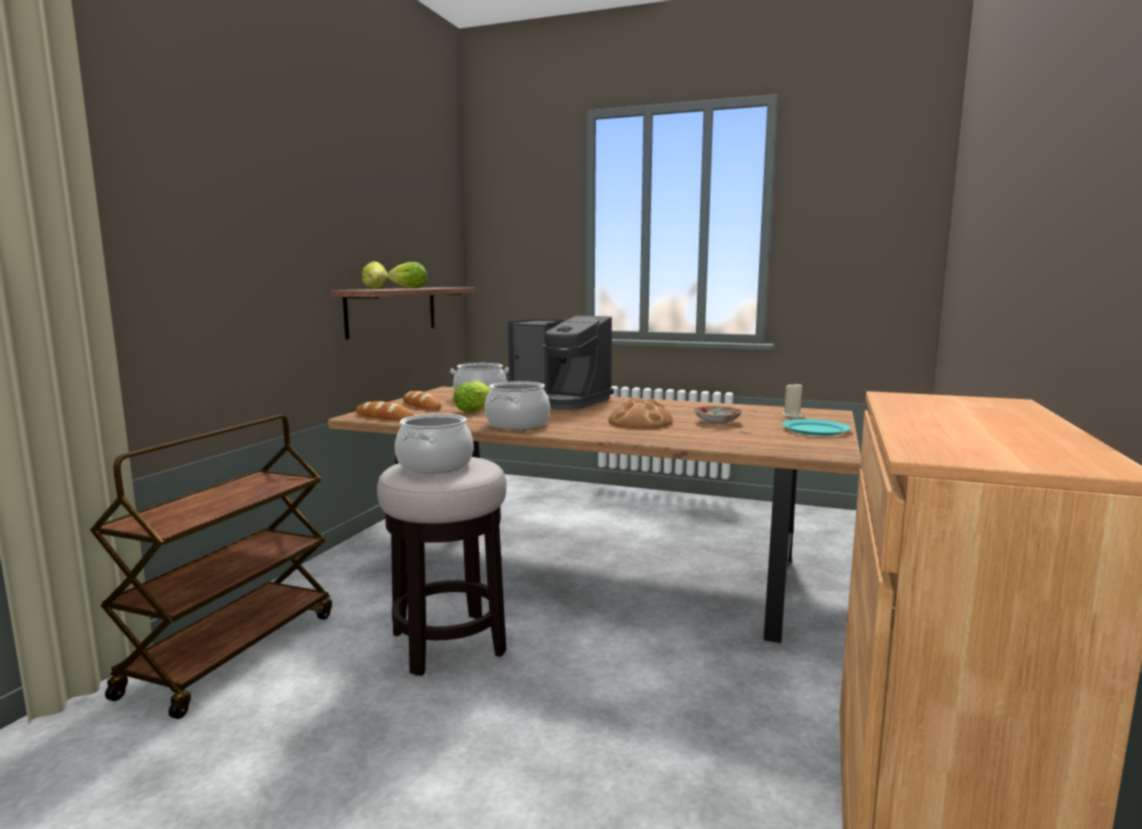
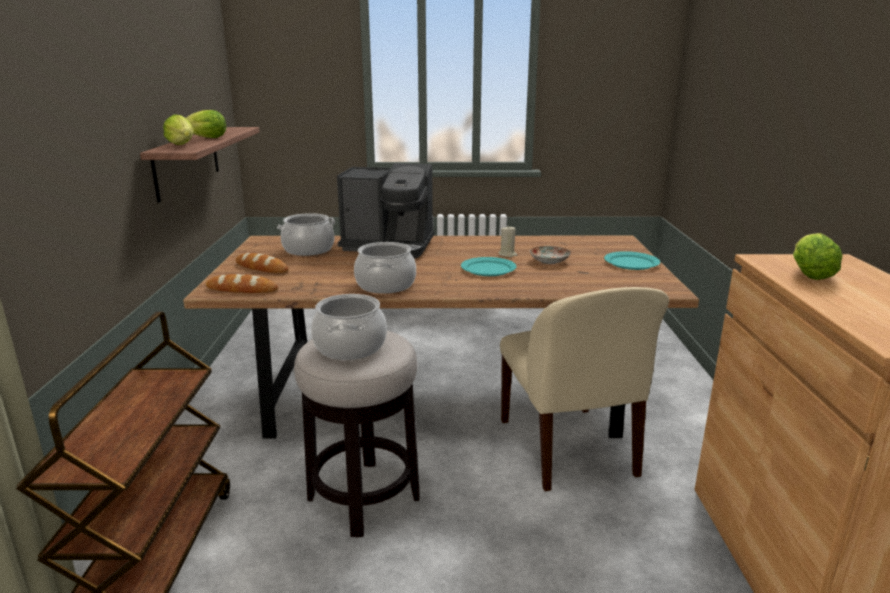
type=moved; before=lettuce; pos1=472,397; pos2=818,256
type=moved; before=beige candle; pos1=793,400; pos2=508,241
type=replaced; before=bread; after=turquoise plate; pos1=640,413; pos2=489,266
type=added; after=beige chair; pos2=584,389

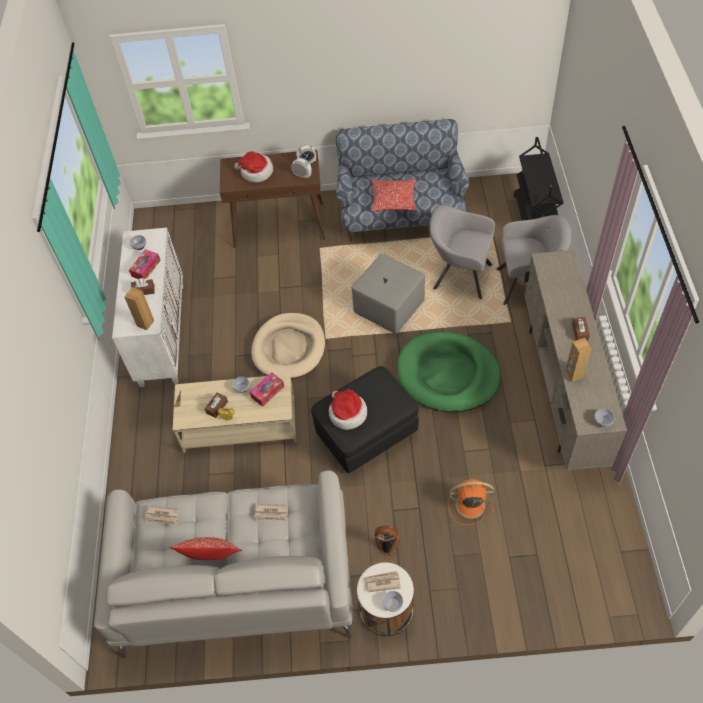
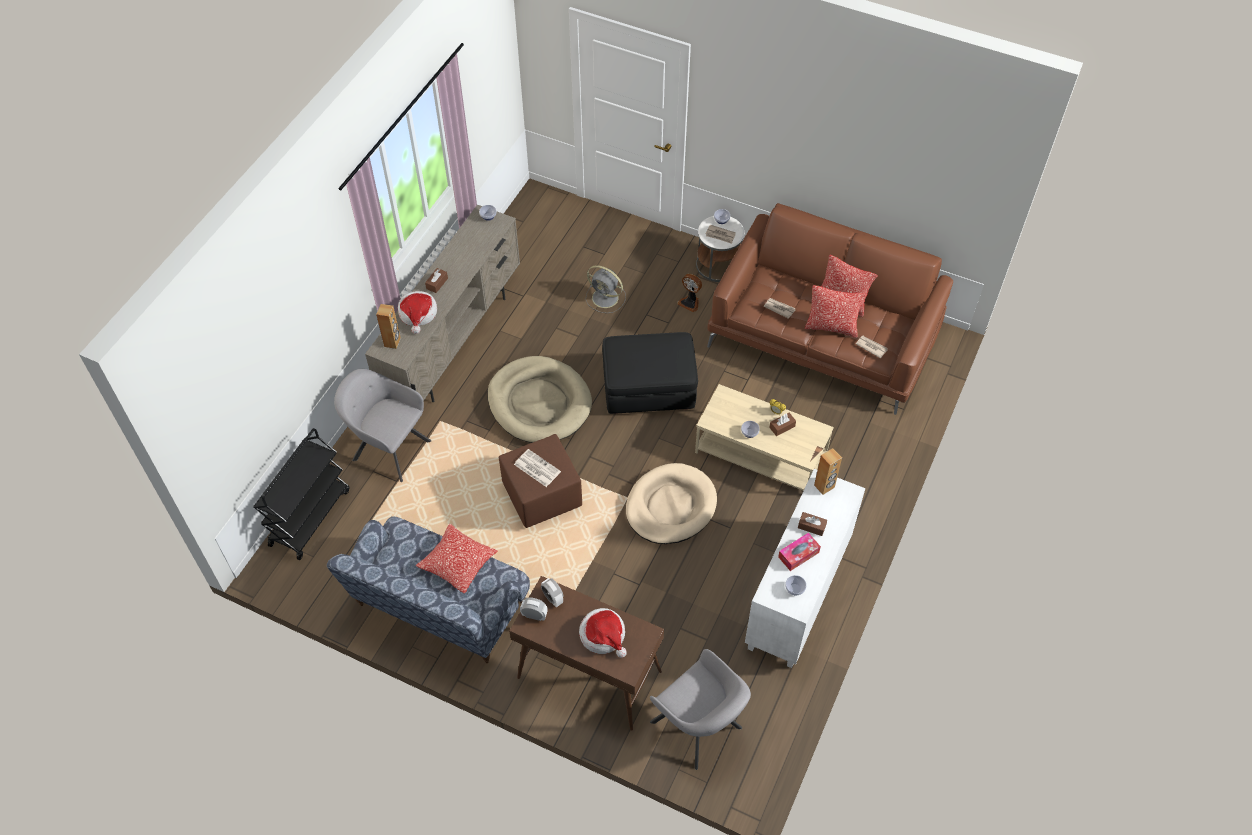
type=moved; before=grey armchair; pos1=462,252; pos2=700,709
type=recoloured; before=grey ottoman; after=brown ottoman; pos1=388,294; pos2=540,481
type=recoloured; before=green dog bed; after=beige dog bed; pos1=449,371; pos2=540,399
type=moved; before=brown speaker; pos1=578,360; pos2=388,326
type=removed; before=tissue box; pos1=267,389
type=moved; before=hat; pos1=348,410; pos2=417,312
type=recoloured; before=grey sofa; after=brown sofa; pos1=223,564; pos2=830,309
type=recoloured; before=orange fan; after=grey fan; pos1=471,502; pos2=606,289
type=added; after=pillow; pos2=835,311
type=added; after=newspaper; pos2=537,468

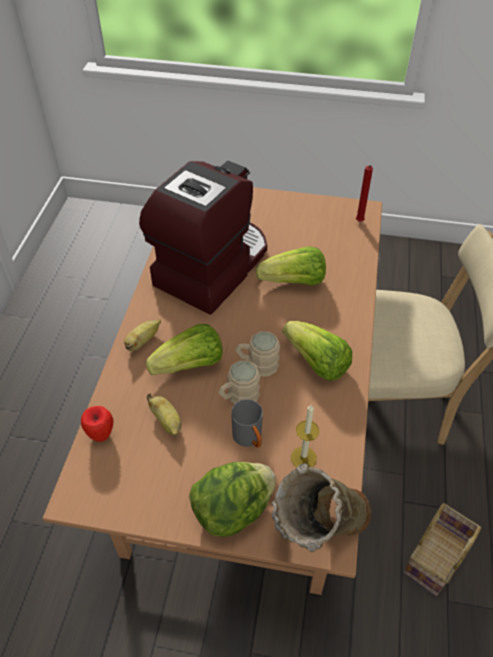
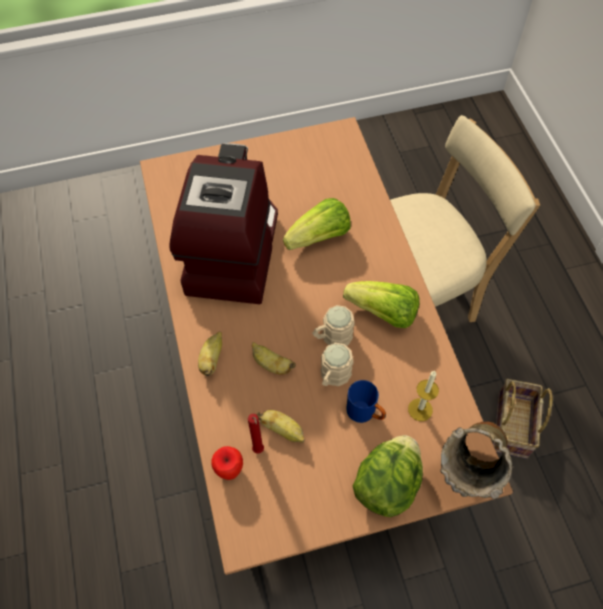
type=moved; before=red candle; pos1=364,193; pos2=256,434
type=replaced; before=lettuce; after=banana; pos1=184,349; pos2=274,358
type=recoloured; before=grey mug; after=blue mug; pos1=247,423; pos2=366,401

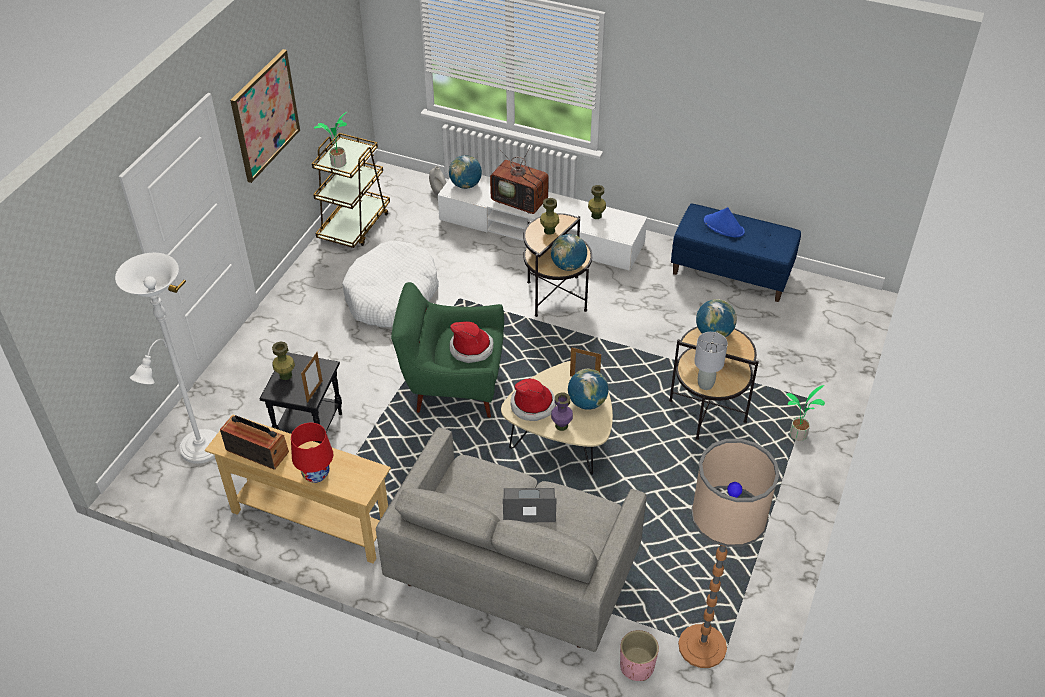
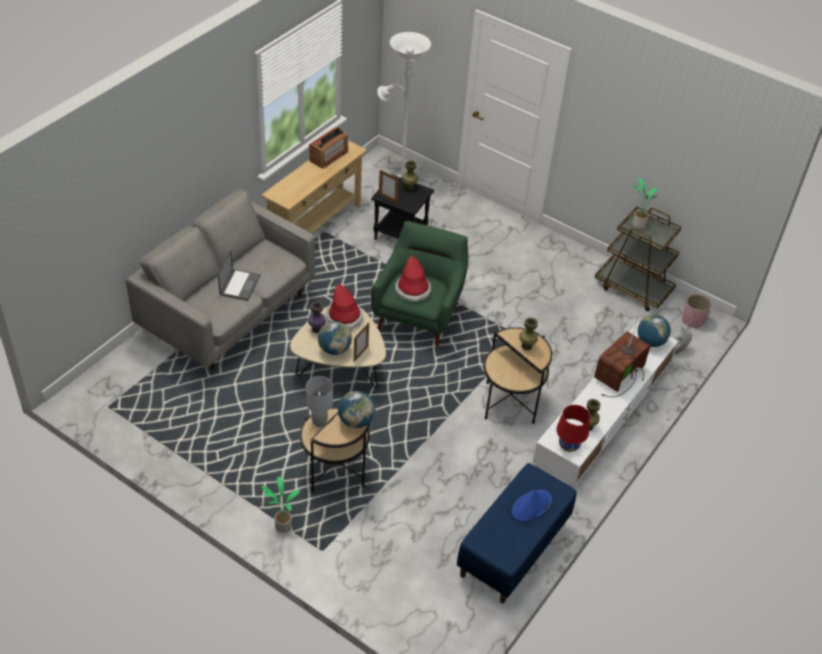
type=removed; before=picture; pos1=265,116
type=removed; before=globe; pos1=569,252
type=removed; before=white dog bed; pos1=390,283
type=moved; before=red table lamp; pos1=312,453; pos2=573,428
type=removed; before=floor lamp; pos1=729,553
type=moved; before=pink planter; pos1=639,655; pos2=697,311

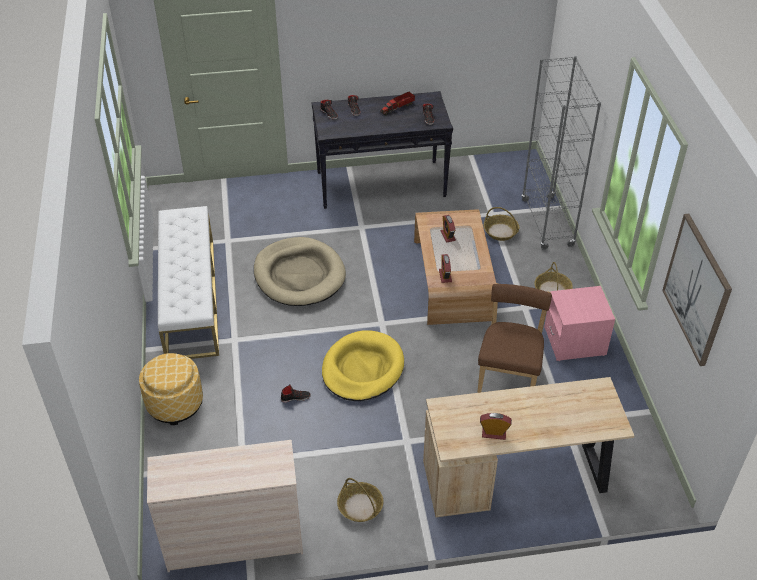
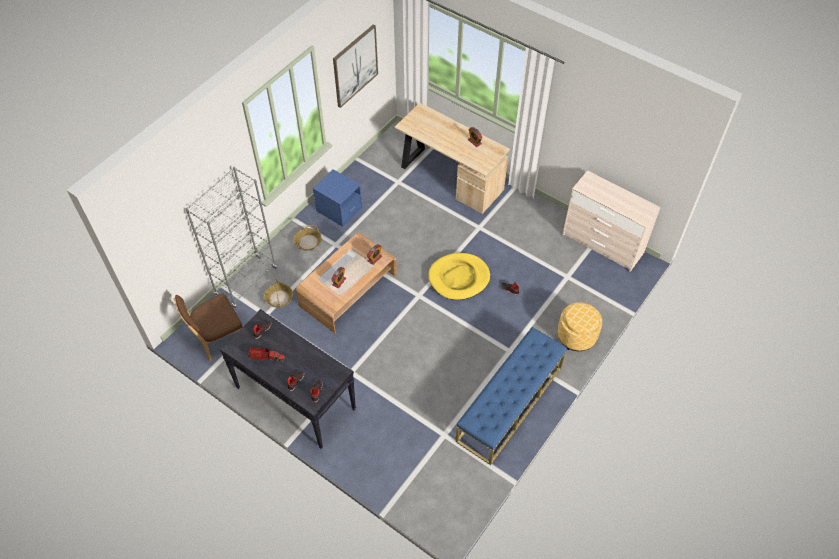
type=recoloured; before=white bench; after=blue bench; pos1=188,282; pos2=511,396
type=removed; before=beige dog bed; pos1=300,271
type=moved; before=brown chair; pos1=514,338; pos2=208,327
type=recoloured; before=pink nightstand; after=blue nightstand; pos1=579,323; pos2=337,198
type=removed; before=basket; pos1=360,500

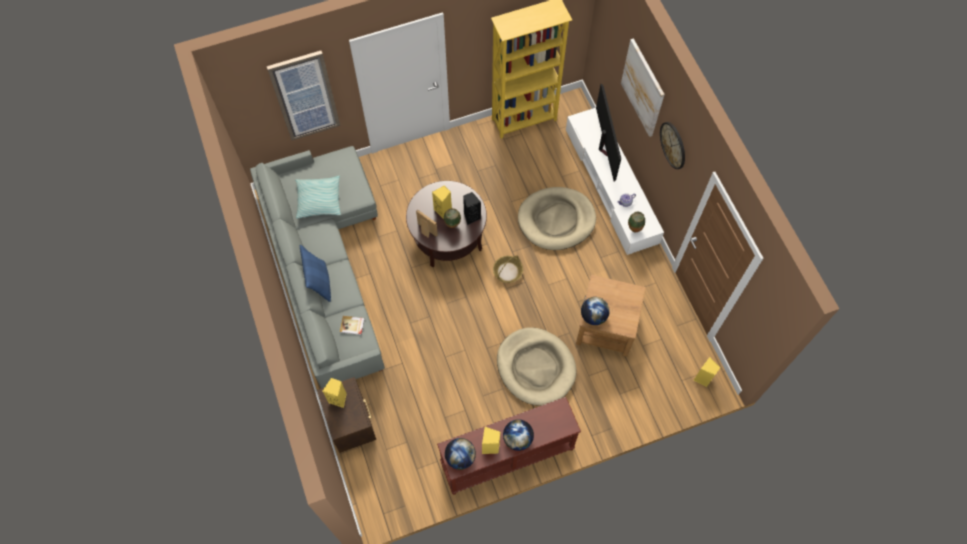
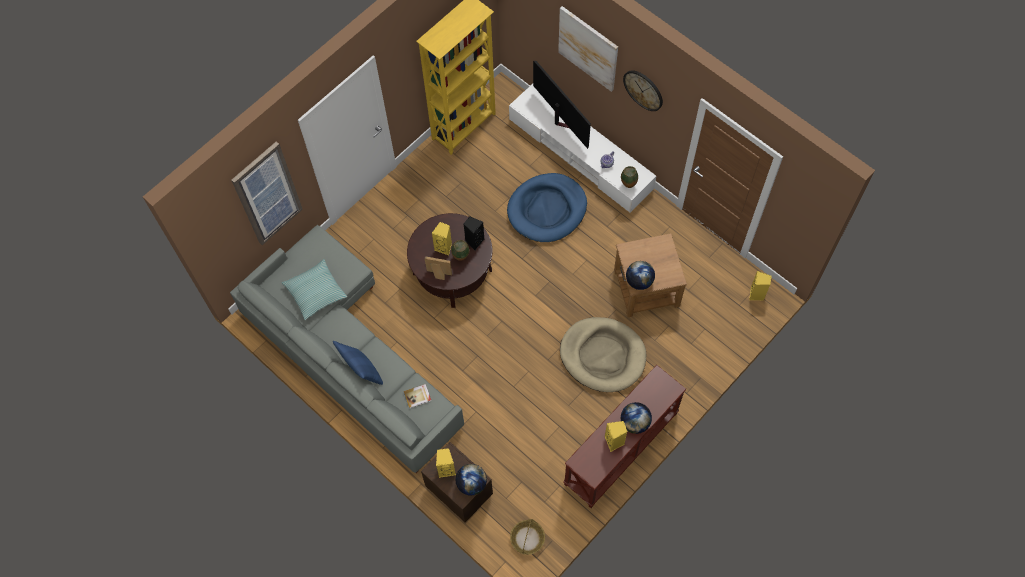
type=recoloured; before=beige dog bed; after=blue dog bed; pos1=557,218; pos2=547,207
type=moved; before=basket; pos1=508,269; pos2=527,537
type=moved; before=globe; pos1=460,454; pos2=471,480

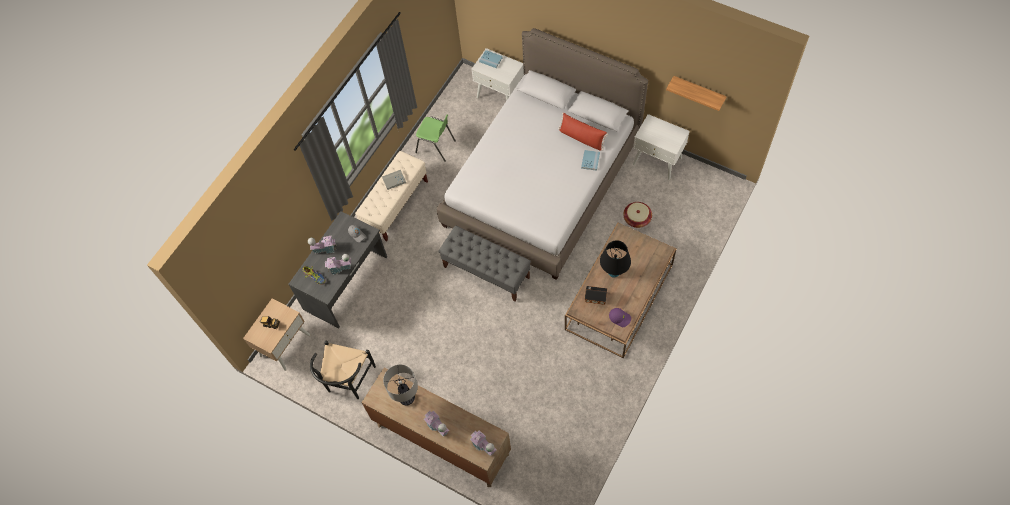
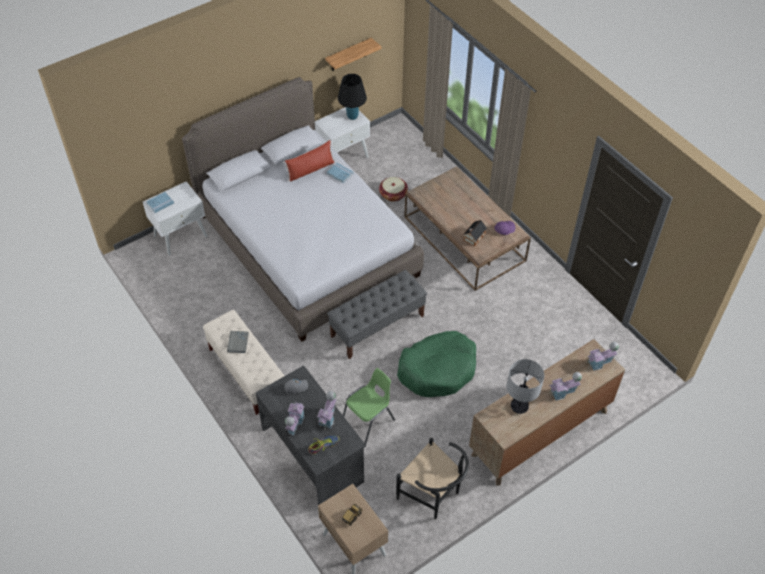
type=moved; before=green chair; pos1=435,138; pos2=369,406
type=moved; before=black table lamp; pos1=615,259; pos2=352,97
type=added; after=green dog bed; pos2=436,364

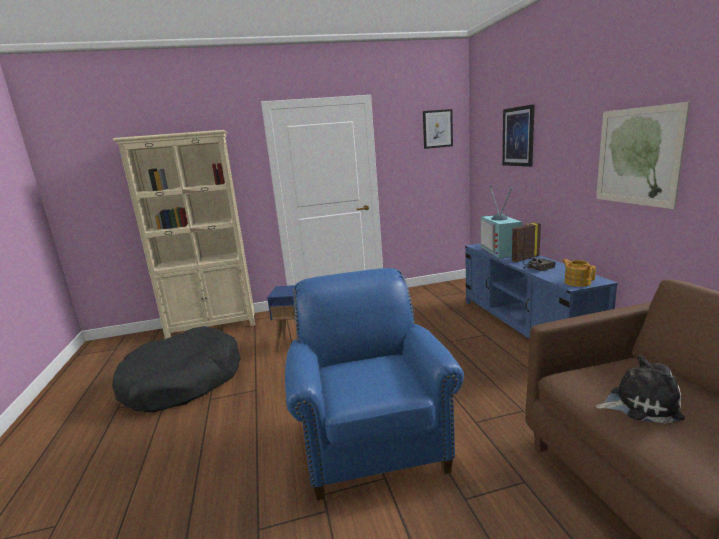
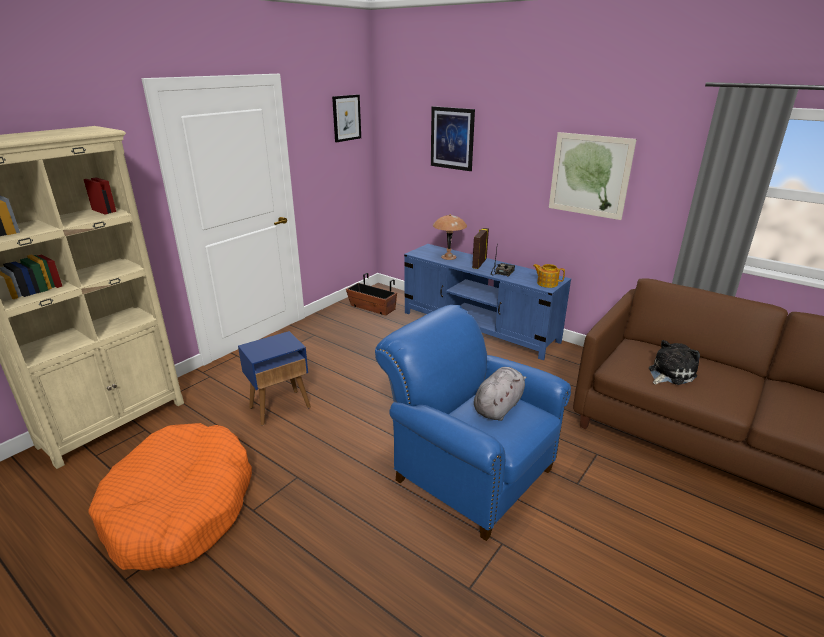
type=replaced; before=television; after=brown table lamp; pos1=501,221; pos2=450,237
type=recoloured; before=black dog bed; after=orange dog bed; pos1=176,369; pos2=170,497
type=added; after=planter; pos2=371,294
type=added; after=grey plush toy; pos2=500,394

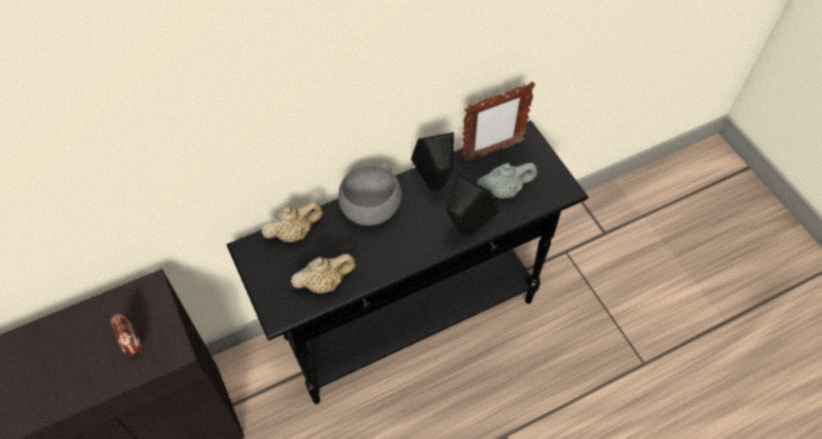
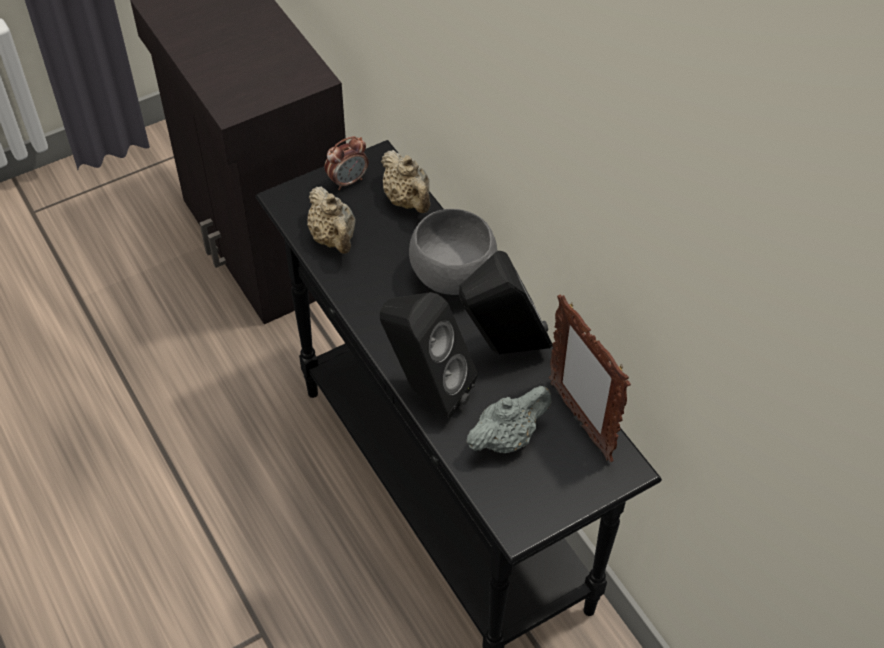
type=turned; before=grey teapot; pos1=507,180; pos2=509,419; turn=-105
type=moved; before=alarm clock; pos1=126,335; pos2=346,163

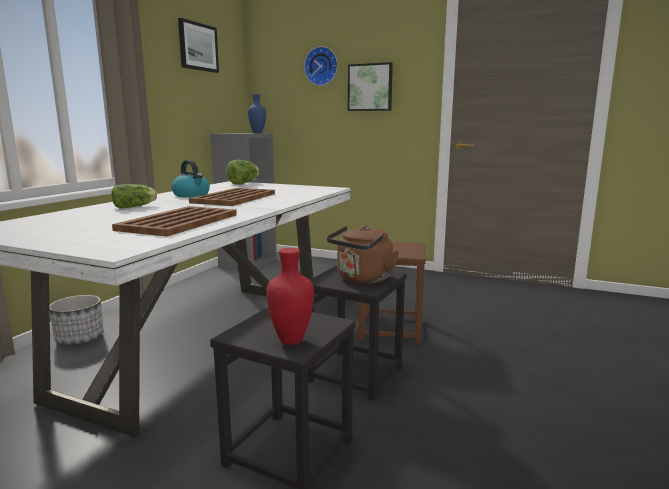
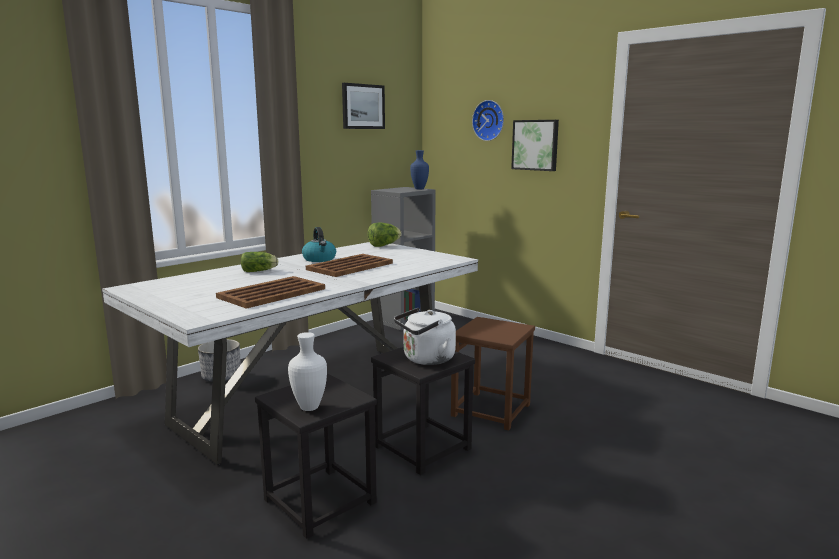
type=recoloured; before=brown kettle; after=white kettle; pos1=363,254; pos2=425,336
type=recoloured; before=red vase; after=white vase; pos1=290,296; pos2=307,371

